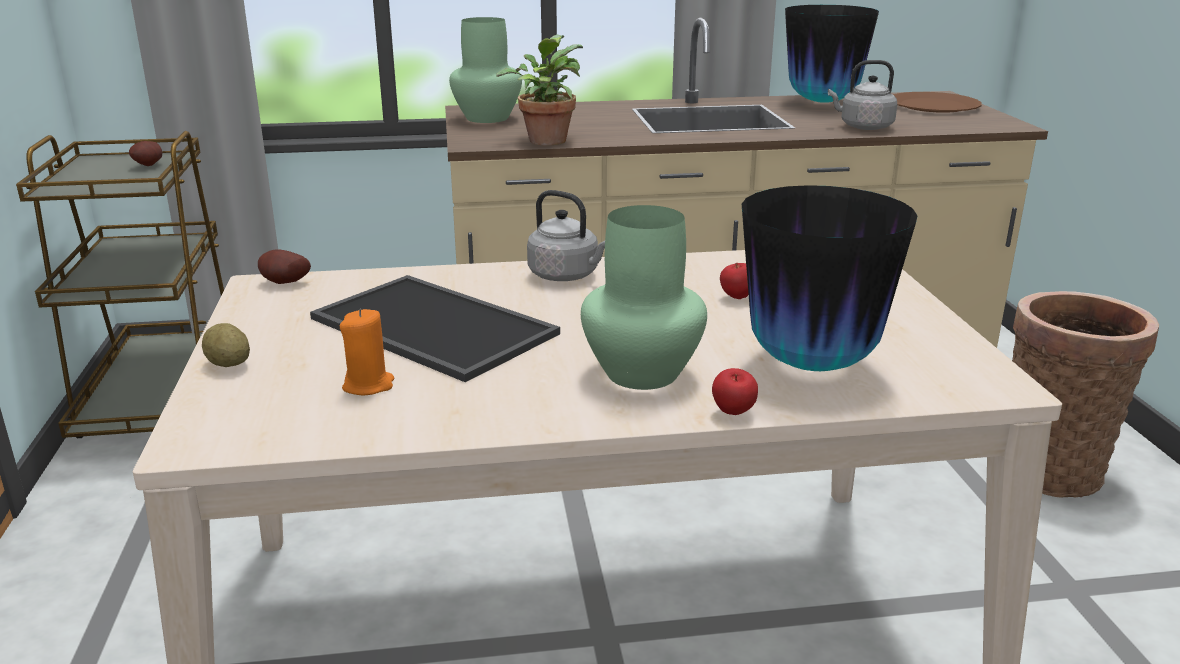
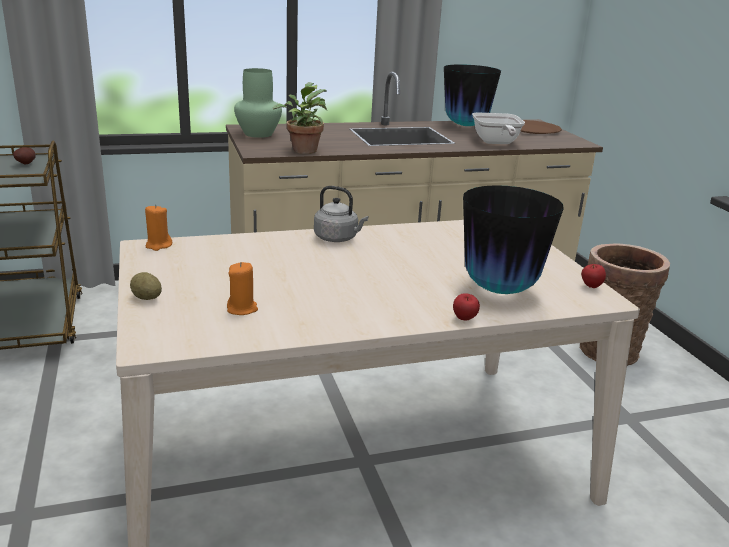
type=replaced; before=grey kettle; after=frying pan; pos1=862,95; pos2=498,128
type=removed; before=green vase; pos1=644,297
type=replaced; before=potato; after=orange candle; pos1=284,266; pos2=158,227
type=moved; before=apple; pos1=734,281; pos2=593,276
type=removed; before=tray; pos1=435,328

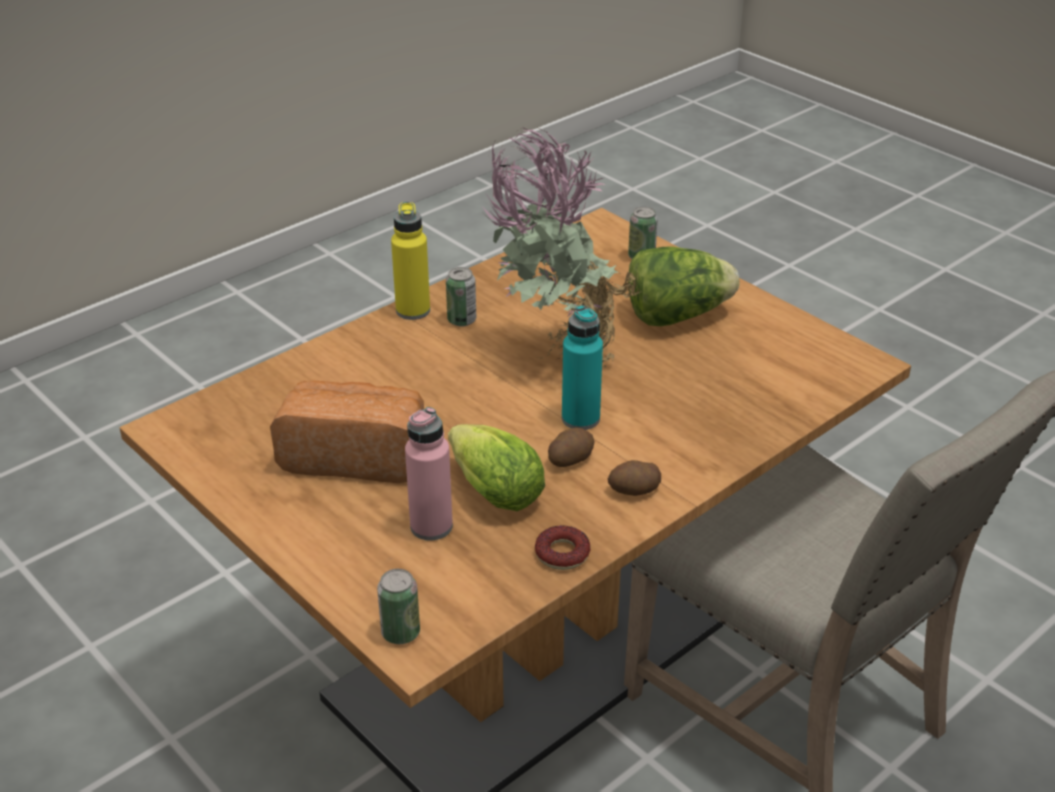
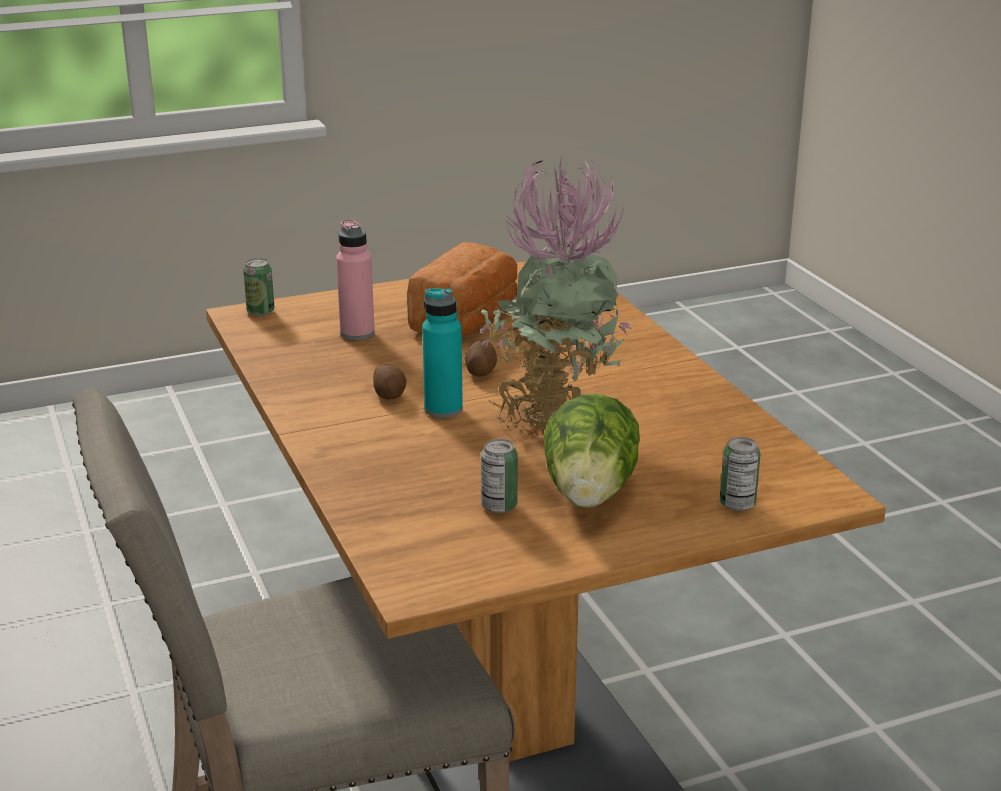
type=removed; before=yellow bottle; pos1=410,261
type=moved; before=can; pos1=461,297; pos2=499,476
type=removed; before=lettuce; pos1=496,467
type=moved; before=potato; pos1=634,478; pos2=480,359
type=removed; before=donut; pos1=562,547

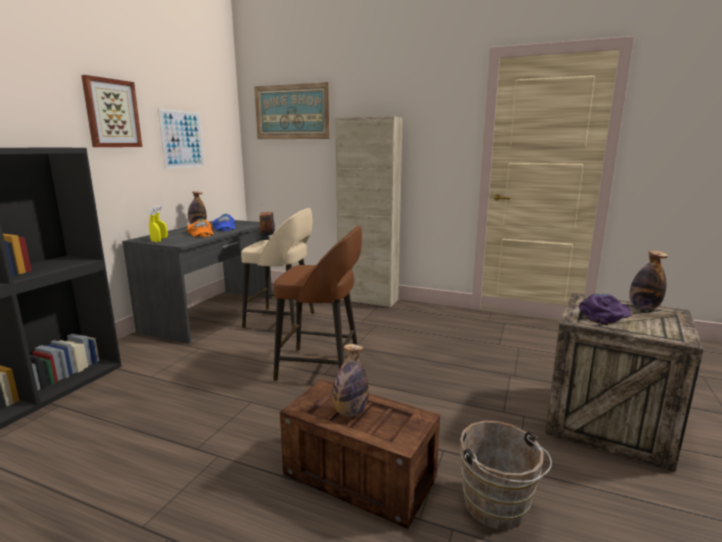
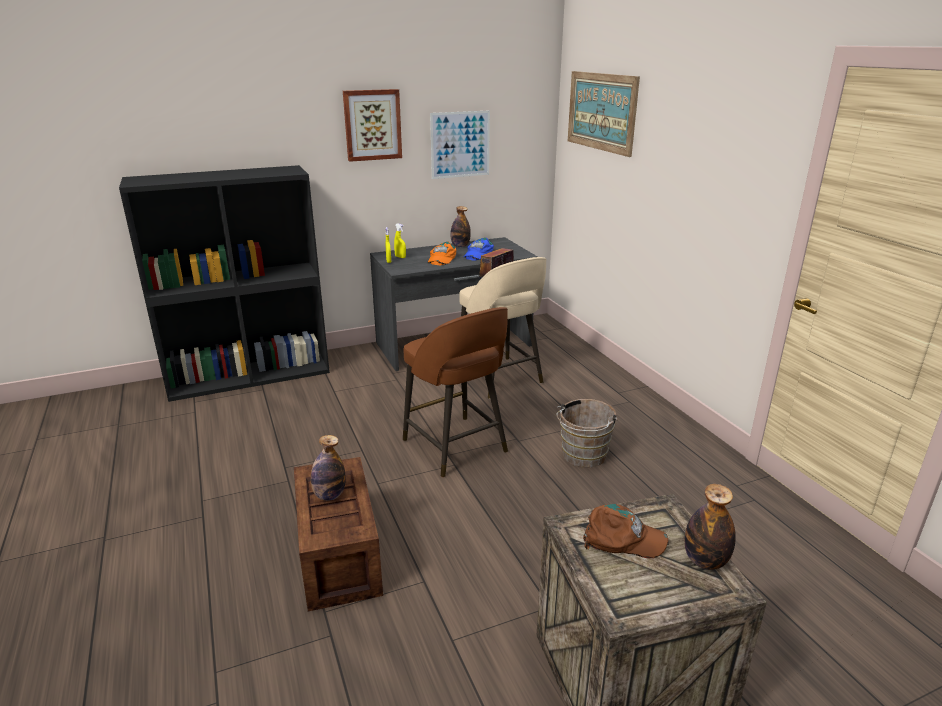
type=removed; before=beige cabinet; pos1=369,212
type=recoloured; before=purple cap; after=brown cap; pos1=605,309; pos2=626,531
type=moved; before=brown bucket; pos1=506,475; pos2=587,433

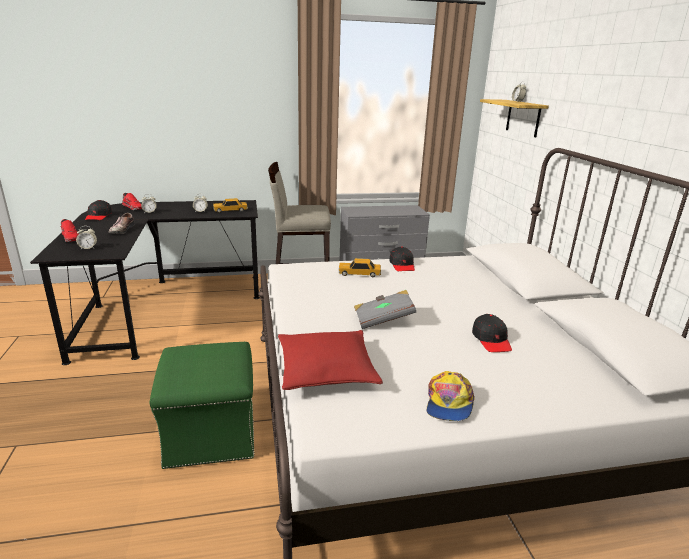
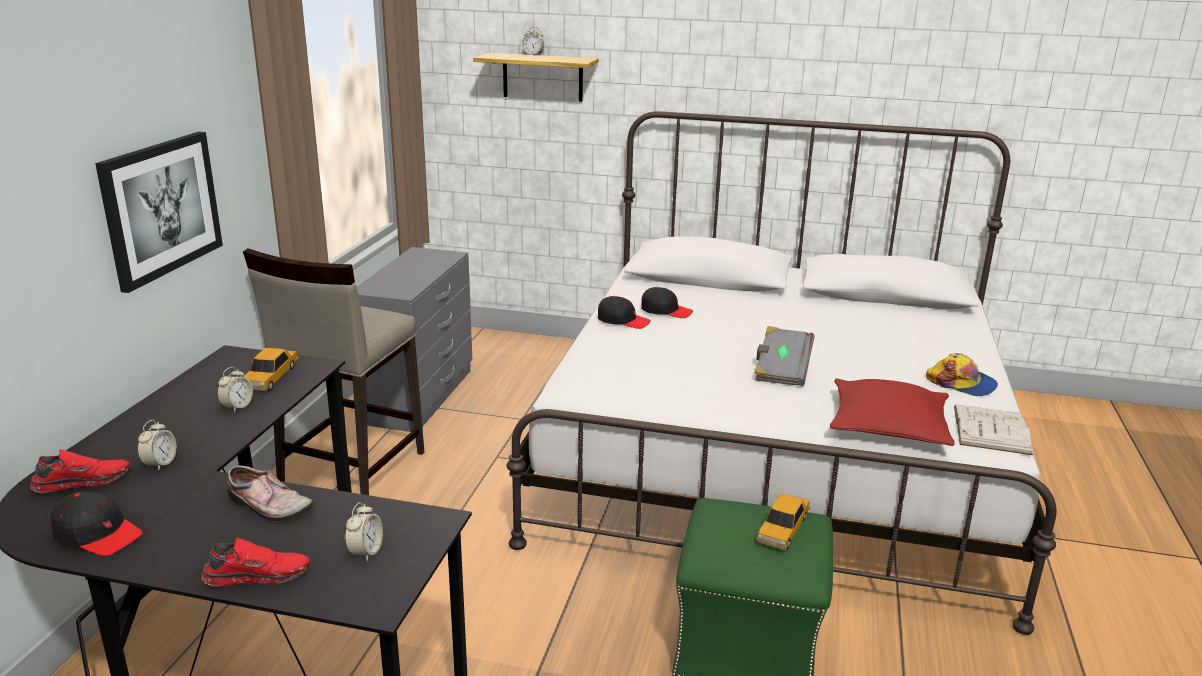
type=moved; before=toy car; pos1=360,267; pos2=784,522
type=moved; before=black cap; pos1=492,333; pos2=667,302
type=added; after=picture; pos2=159,212
type=added; after=white book; pos2=993,429

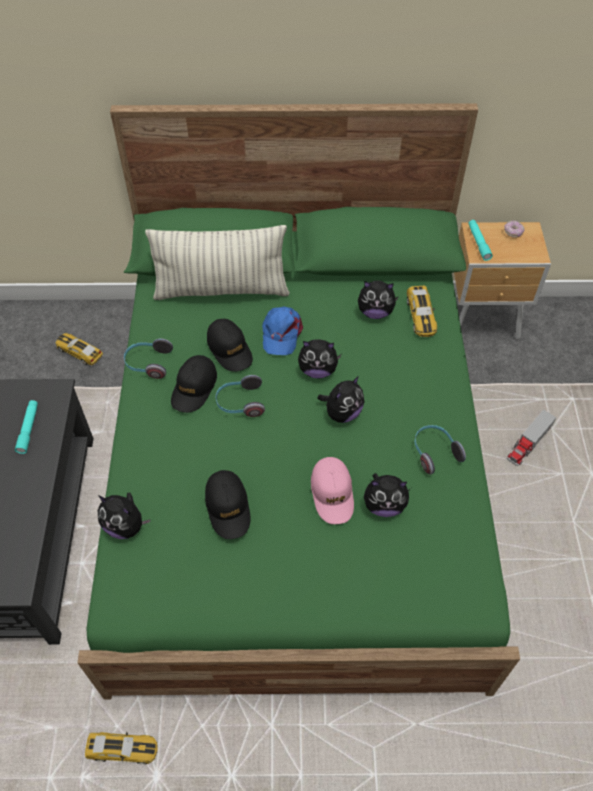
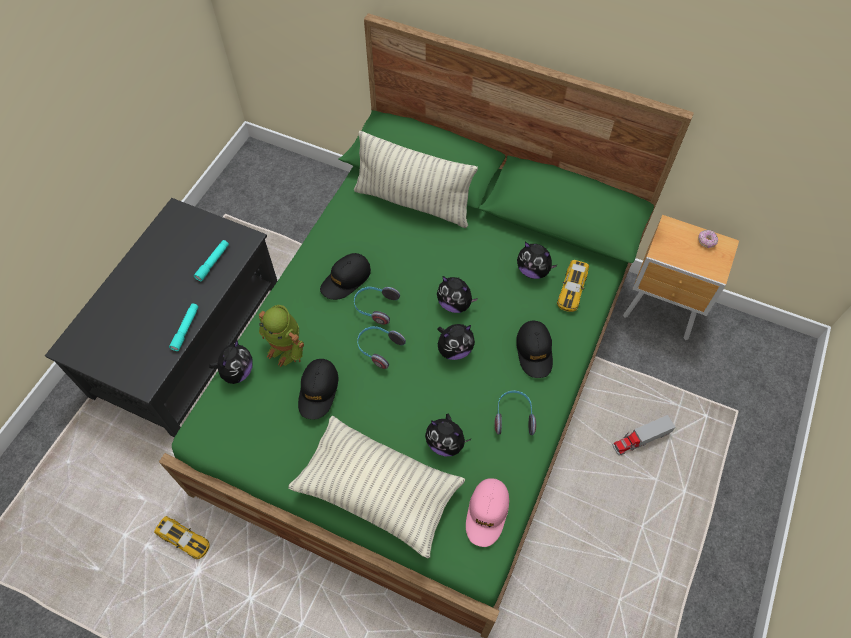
type=moved; before=turquoise flashlight; pos1=480,240; pos2=183,327
type=removed; before=blue cap; pos1=282,330
type=moved; before=black cap; pos1=230,345; pos2=534,349
type=removed; before=toy car; pos1=79,349
type=moved; before=headphones; pos1=148,358; pos2=381,347
type=moved; before=pink cap; pos1=332,490; pos2=487,512
type=turned; before=plush toy; pos1=123,515; pos2=230,362; turn=-120
type=added; after=toy robot; pos2=281,336
type=added; after=pillow; pos2=376,487

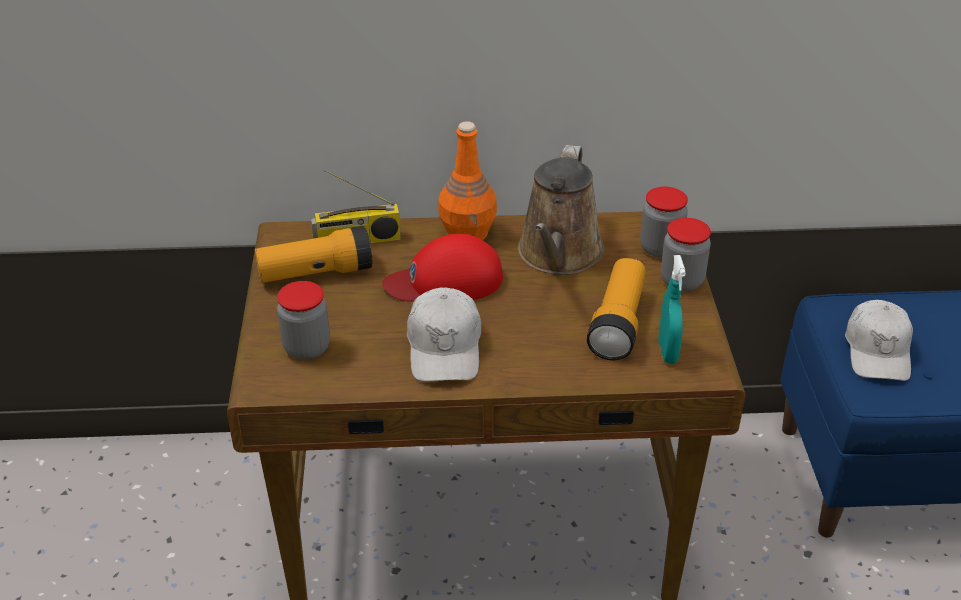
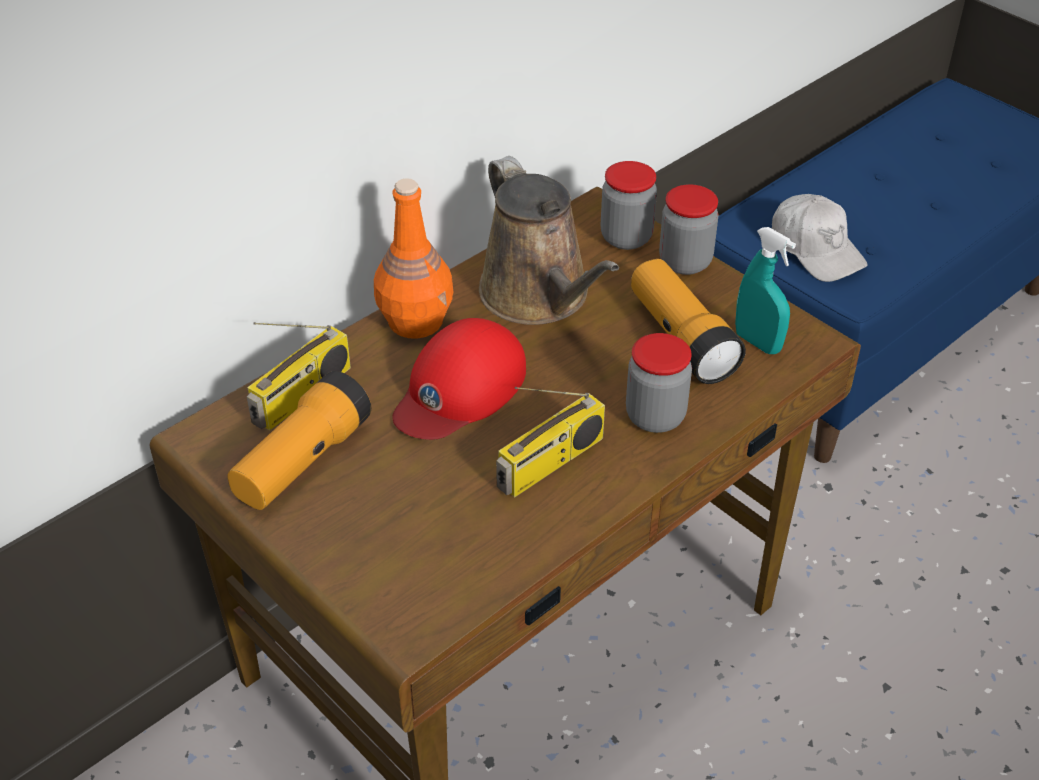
type=moved; before=jar; pos1=303,320; pos2=659,383
type=replaced; before=white cap; after=radio; pos1=444,334; pos2=550,442

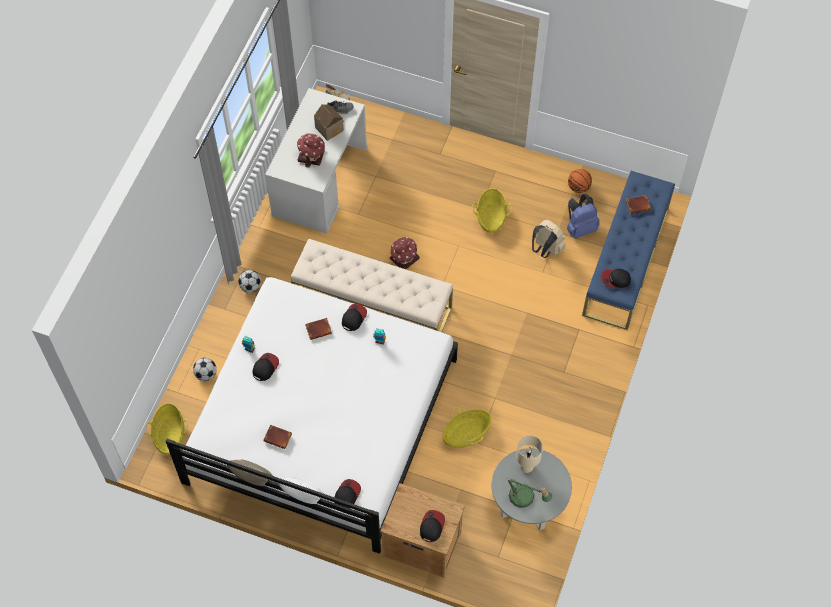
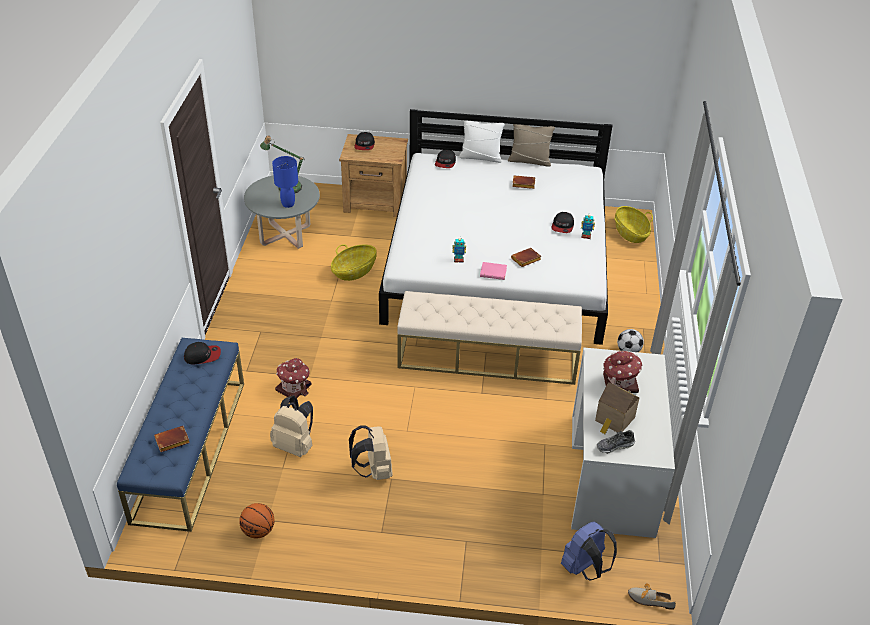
type=replaced; before=basket; after=beige backpack; pos1=492,210; pos2=371,452
type=moved; before=blue backpack; pos1=583,216; pos2=589,551
type=moved; before=toy house; pos1=405,253; pos2=293,378
type=replaced; before=cap; after=pink book; pos1=354,317; pos2=493,271
type=removed; before=football; pos1=205,369
type=recoloured; before=beige table lamp; after=blue table lamp; pos1=529,454; pos2=285,182

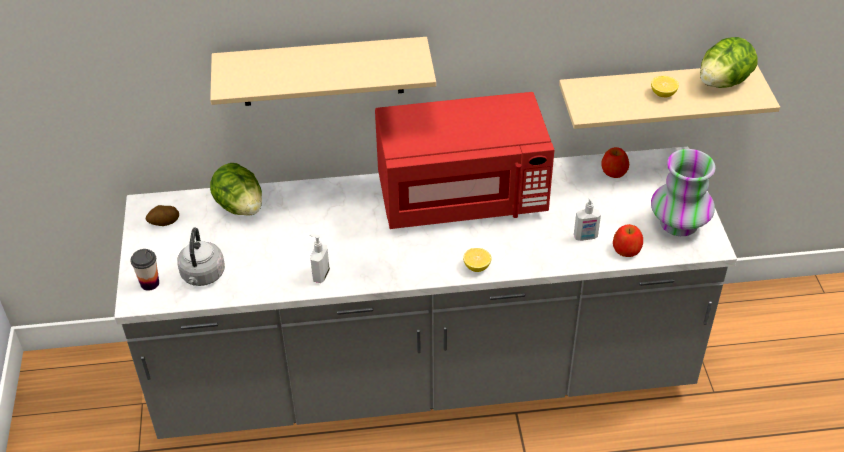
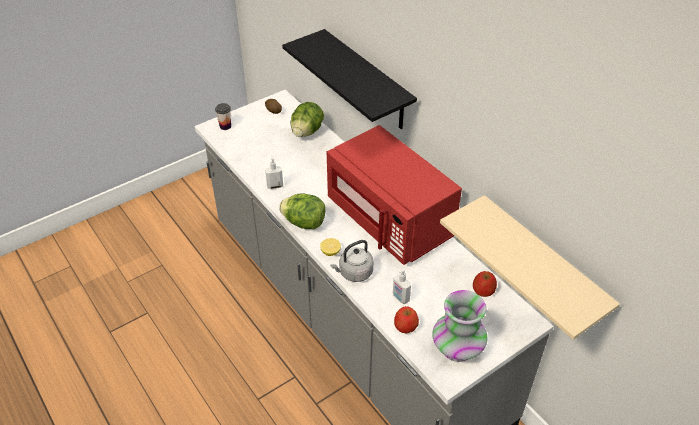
type=recoloured; before=beige shelf; after=black shelf; pos1=323,71; pos2=349,79
type=moved; before=lettuce; pos1=729,62; pos2=302,211
type=removed; before=lemon; pos1=665,86
type=moved; before=grey kettle; pos1=201,256; pos2=352,261

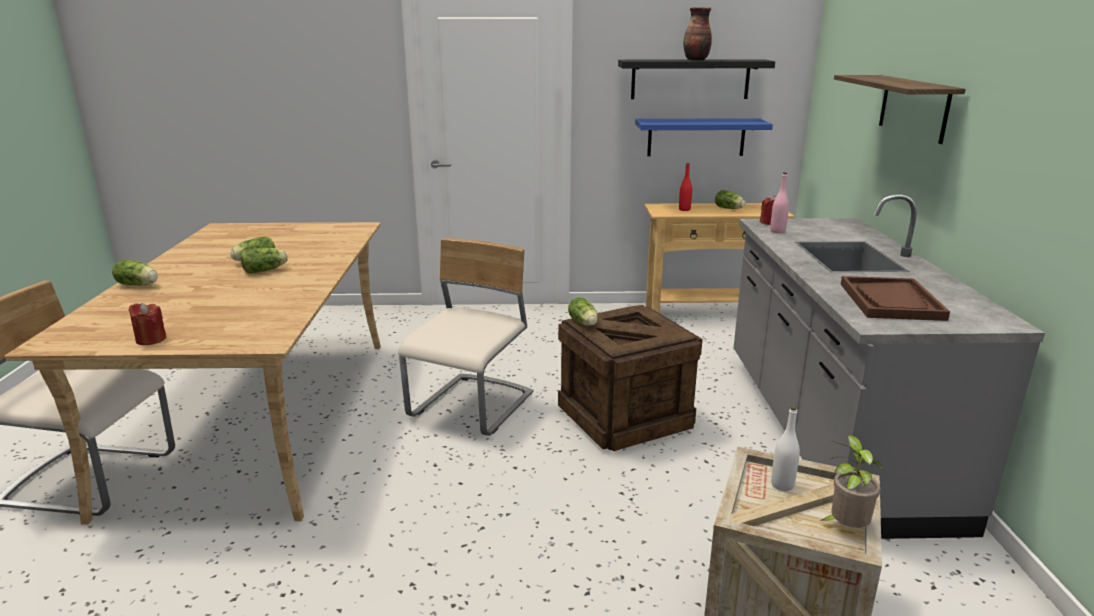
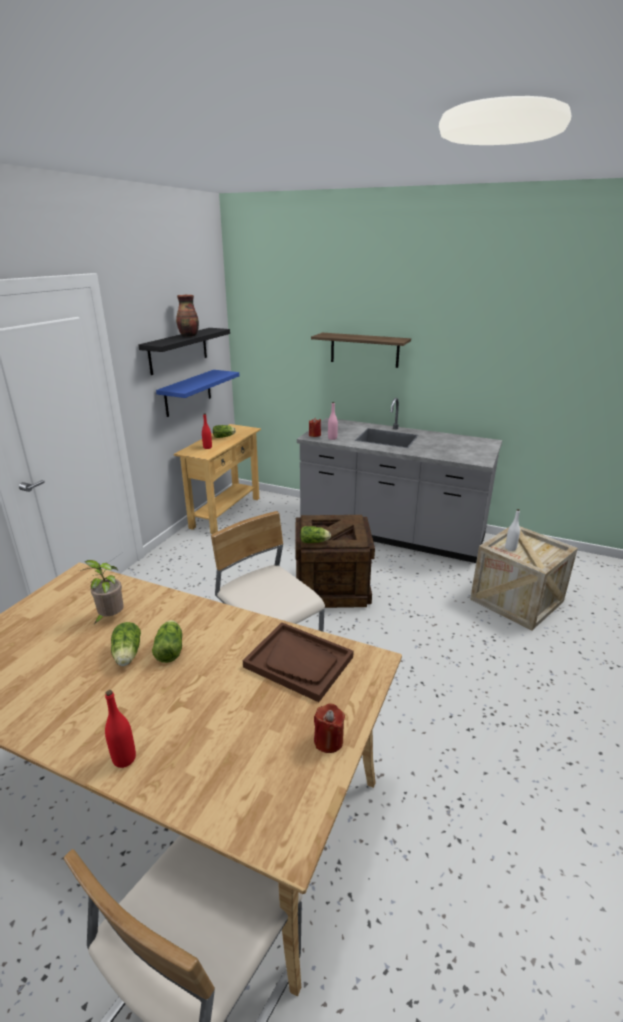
type=replaced; before=lettuce; after=red bottle; pos1=135,272; pos2=120,729
type=moved; before=brown tray; pos1=895,298; pos2=298,662
type=moved; before=potted plant; pos1=851,481; pos2=102,592

